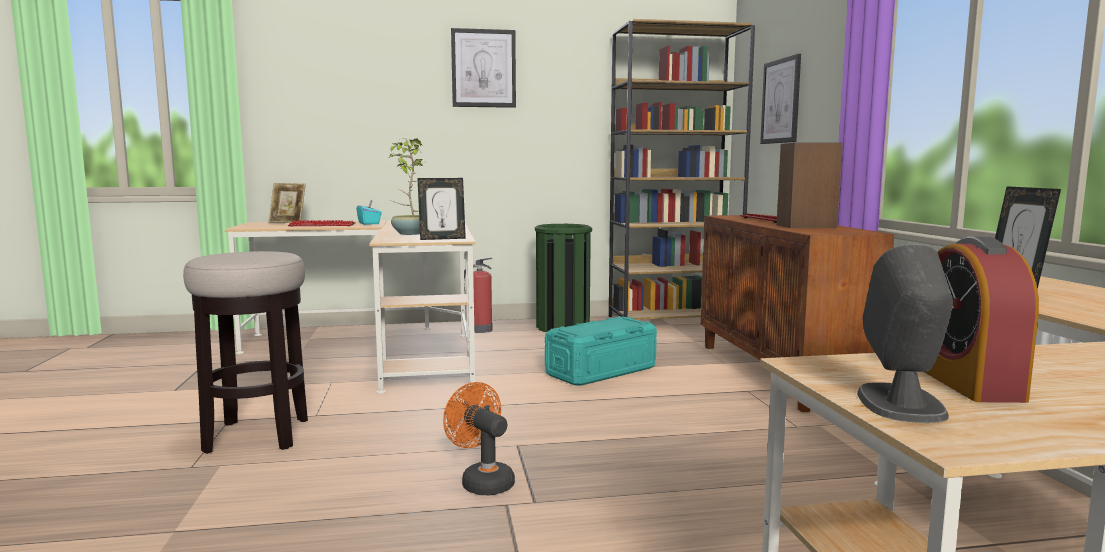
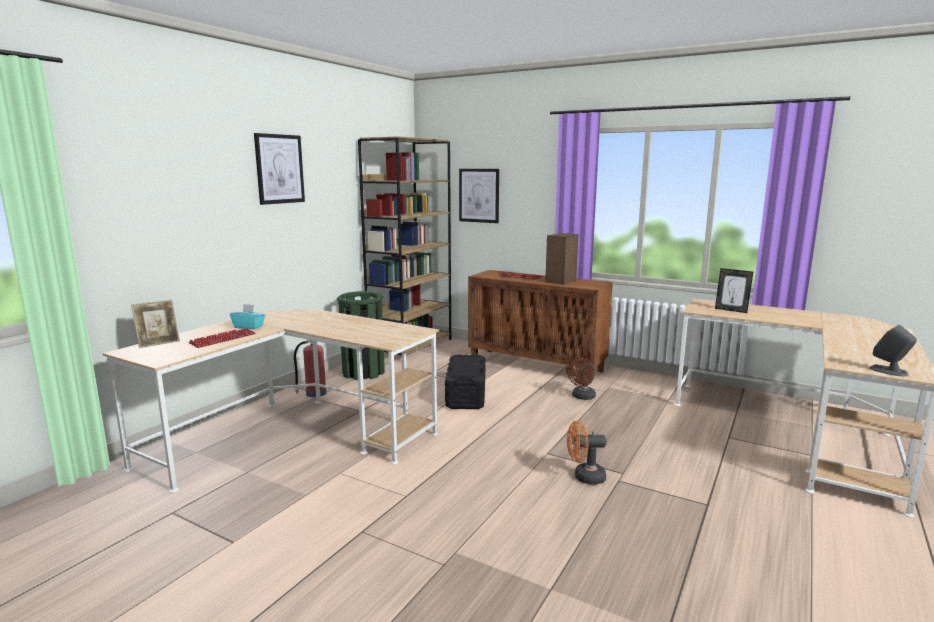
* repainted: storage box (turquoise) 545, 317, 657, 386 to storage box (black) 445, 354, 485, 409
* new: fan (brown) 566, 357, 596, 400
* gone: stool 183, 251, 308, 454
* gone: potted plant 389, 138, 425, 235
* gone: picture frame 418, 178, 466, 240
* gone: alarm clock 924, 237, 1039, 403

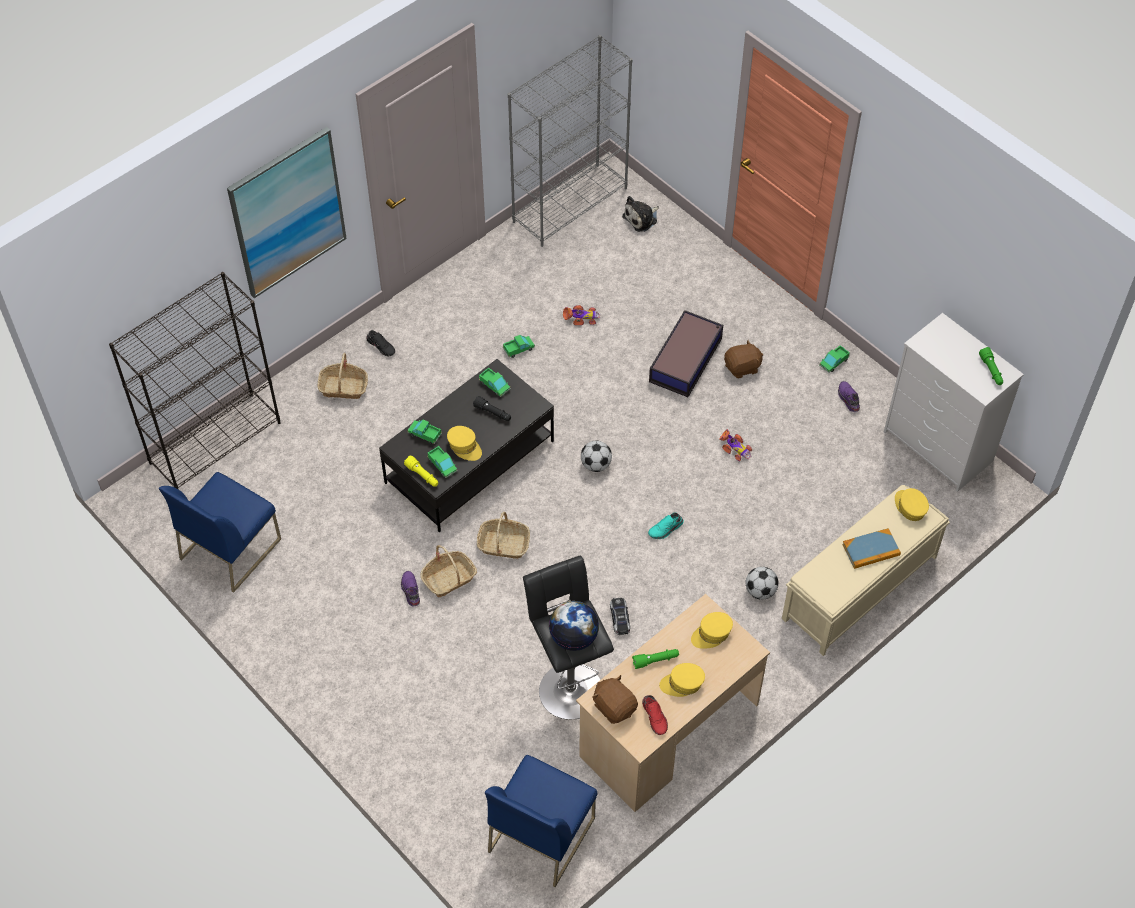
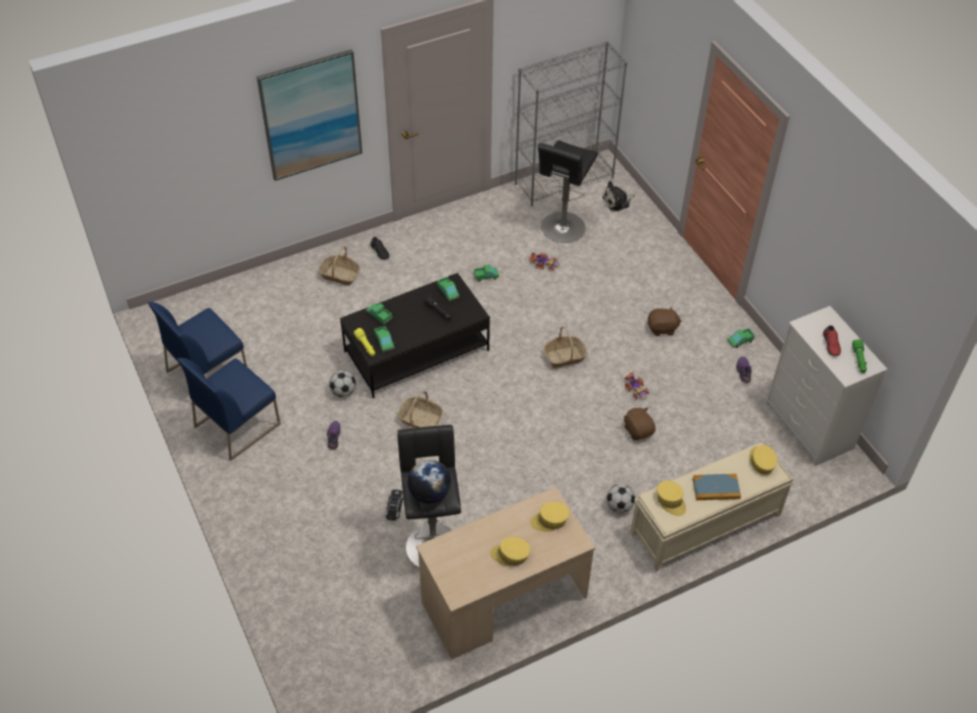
* shifted: chair (blue) 485, 755, 597, 887 to 177, 358, 281, 461
* shifted: football 581, 441, 612, 472 to 329, 370, 356, 397
* shifted: toy car 610, 598, 630, 635 to 385, 490, 404, 521
* new: stool (black) 538, 140, 598, 243
* shifted: basket 420, 545, 477, 597 to 543, 326, 588, 368
* shifted: plush toy (brown) 592, 675, 638, 724 to 623, 407, 656, 441
* shifted: cap (yellow) 447, 426, 482, 461 to 657, 480, 686, 516
* shifted: shoe (red) 642, 695, 668, 735 to 823, 325, 841, 356
* gone: bookcase (black) 109, 272, 281, 490
* gone: flashlight (green) 632, 649, 679, 669
* gone: shoe (turquoise) 648, 512, 684, 539
* gone: storage box 649, 310, 723, 397

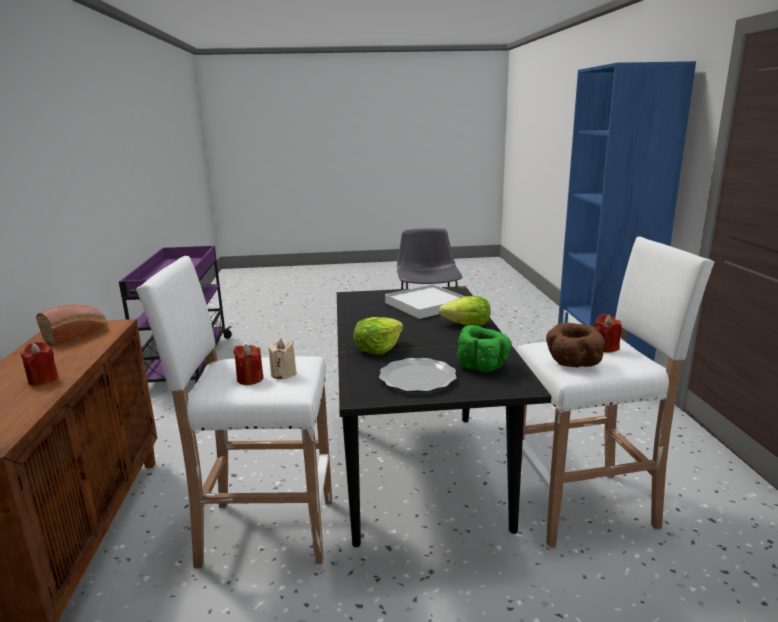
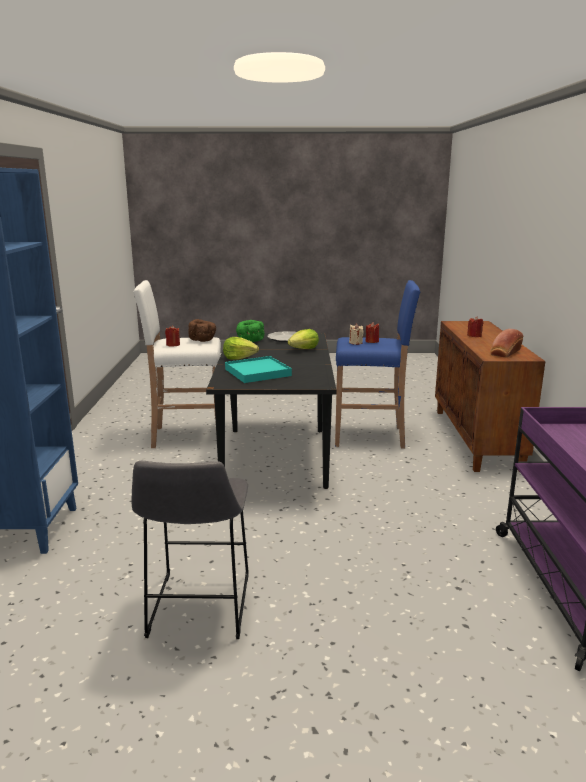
* repainted: tray (white) 385, 284, 465, 319 to tray (turquoise) 225, 356, 292, 383
* repainted: stool (white) 136, 256, 332, 568 to stool (blue) 335, 280, 421, 448

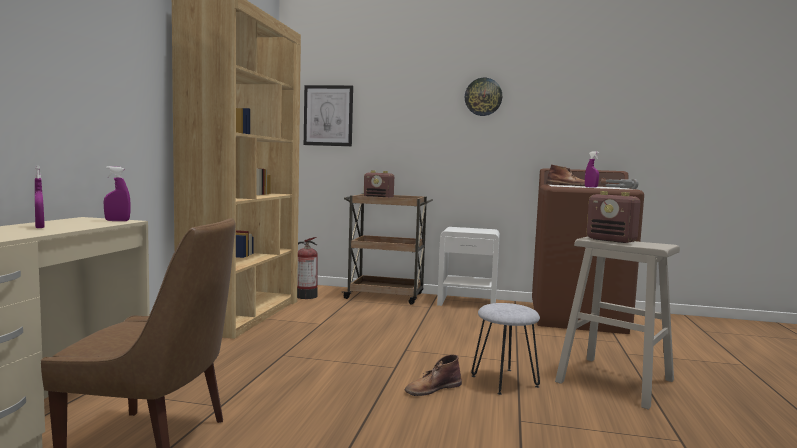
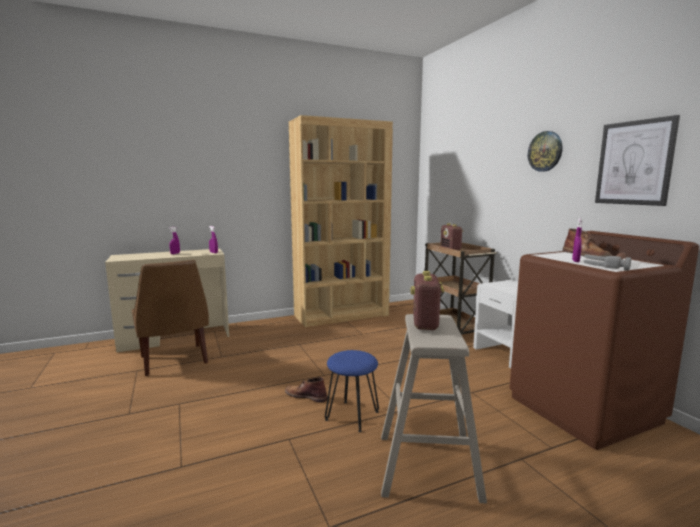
* repainted: stool (grey) 471, 303, 540, 395 to stool (blue) 325, 350, 379, 432
* shifted: picture 304, 85, 353, 146 to 595, 115, 680, 206
* gone: fire extinguisher 297, 237, 318, 299

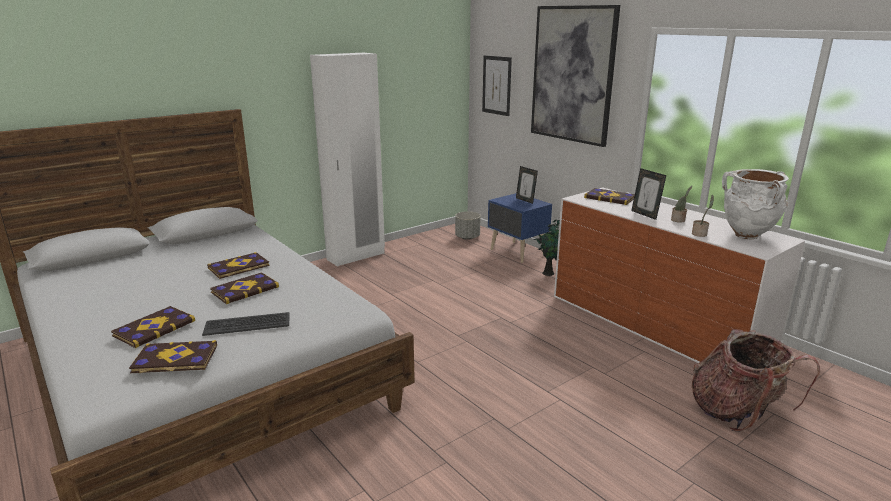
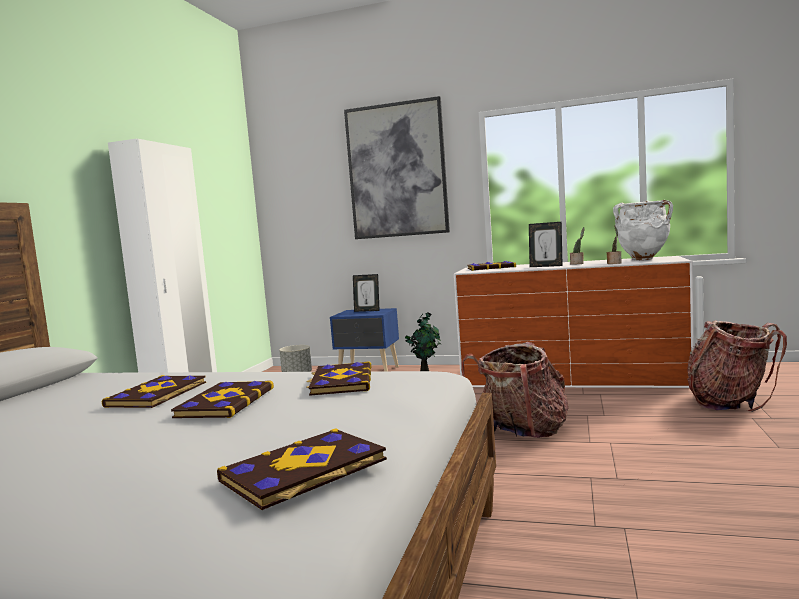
* shifted: book 111, 306, 195, 348 to 306, 361, 371, 396
* new: backpack 461, 342, 568, 438
* gone: keyboard 202, 312, 290, 336
* gone: picture 482, 55, 512, 116

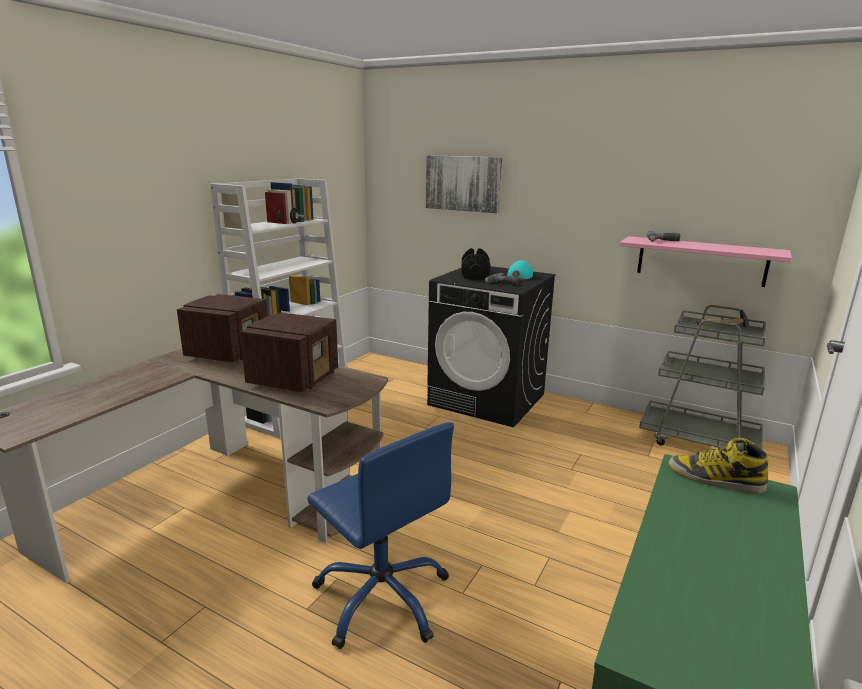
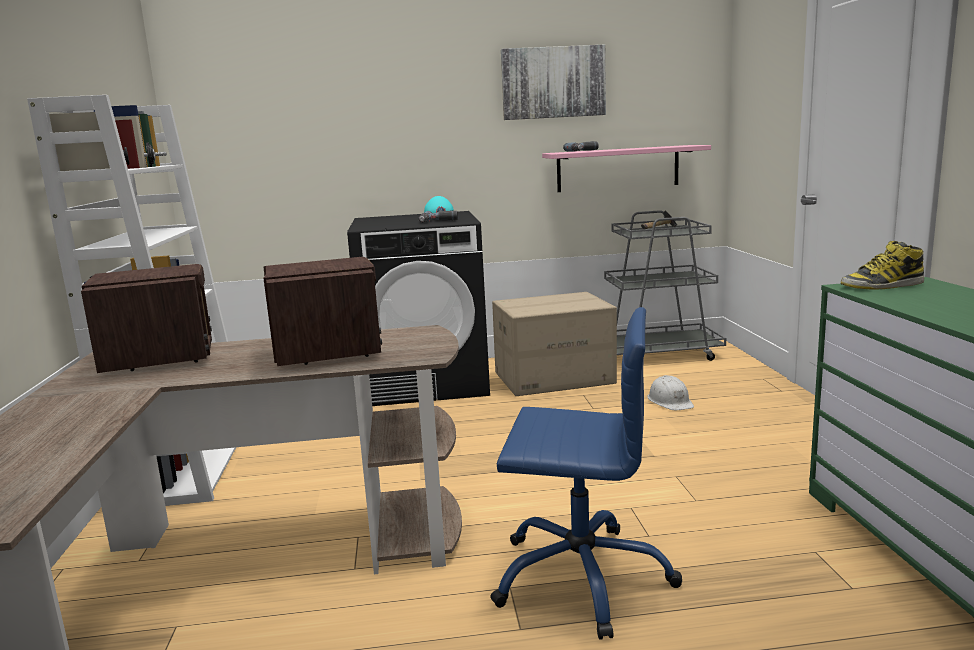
* new: cardboard box 492, 292, 617, 396
* shifted: picture 426, 155, 502, 213 to 501, 44, 606, 120
* new: hard hat (white) 647, 375, 694, 410
* gone: dumbbell (black) 461, 248, 491, 279

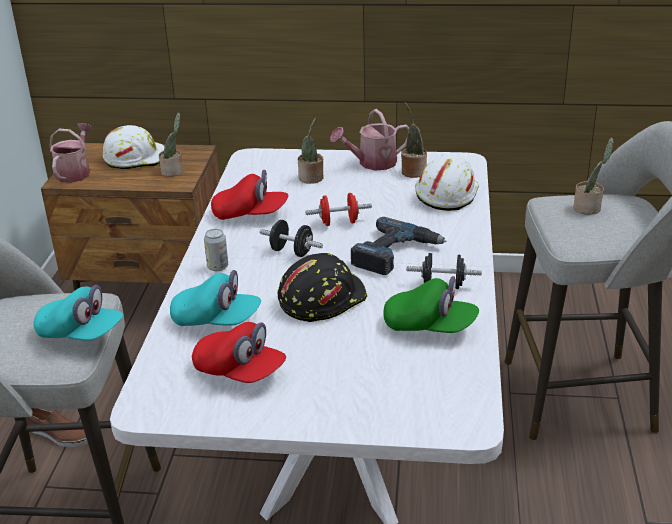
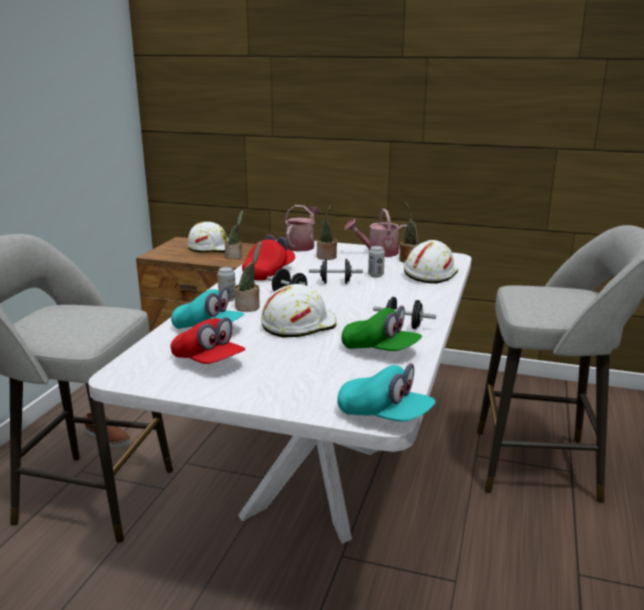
* shifted: potted plant 573, 138, 614, 215 to 234, 241, 261, 312
* rotated: cap (red) 211, 170, 288, 220 = 242, 234, 295, 280 75 degrees counterclockwise
* repainted: hard hat (black) 278, 253, 367, 322 to hard hat (white) 261, 284, 336, 338
* shifted: watering can 49, 123, 92, 183 to 285, 205, 320, 252
* repainted: dumbbell (red) 305, 193, 372, 226 to dumbbell (black) 309, 259, 363, 284
* shifted: cap (turquoise) 33, 285, 123, 341 to 337, 363, 436, 422
* new: can 368, 246, 385, 277
* gone: power drill 351, 217, 447, 275

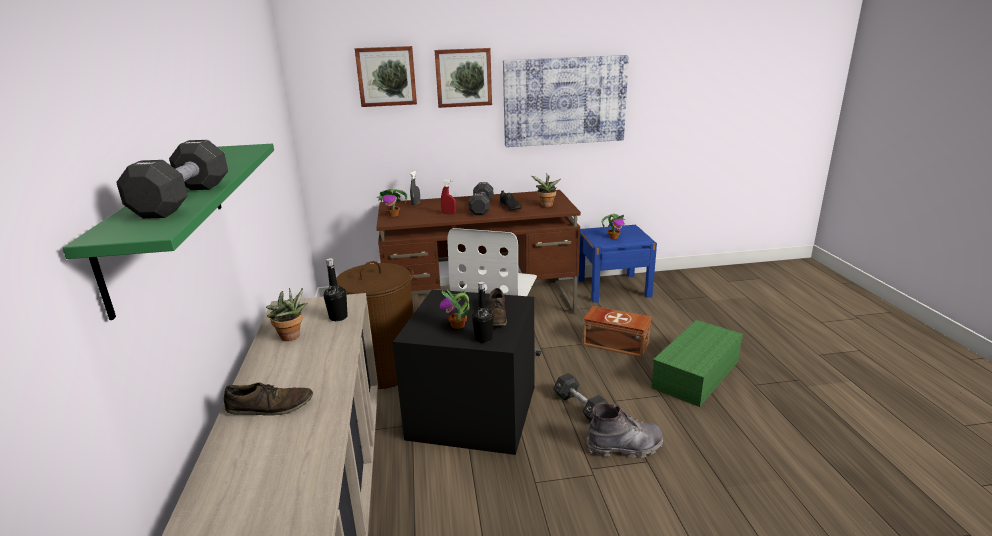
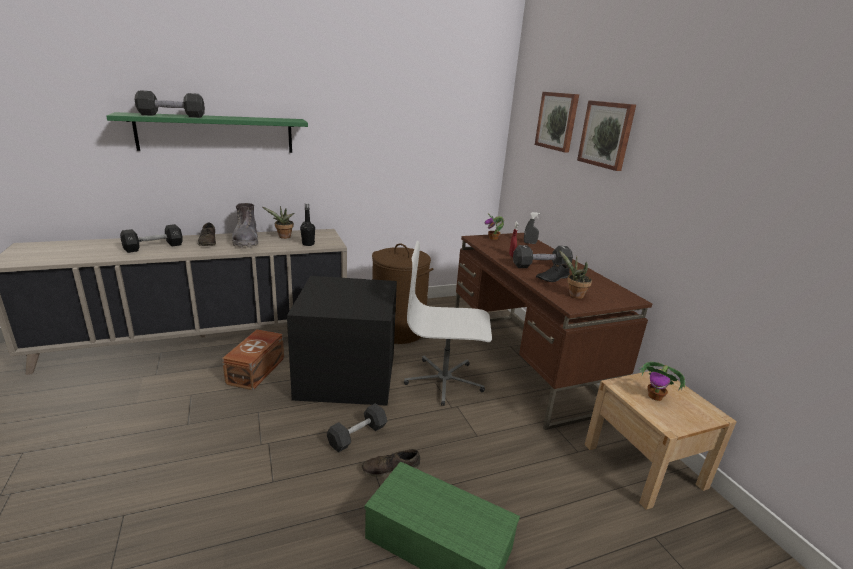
* new: dumbbell (black) 120, 224, 183, 253
* shifted: storage box (brown) 583, 306, 651, 357 to 222, 329, 284, 390
* shifted: boot (grey) 586, 403, 663, 458 to 232, 203, 258, 248
* shifted: shoe (brown) 487, 288, 507, 326 to 362, 449, 420, 477
* repainted: nightstand (blue) 578, 225, 657, 303 to nightstand (beige) 585, 369, 737, 510
* gone: potted plant 440, 290, 470, 329
* gone: bottle (black) 472, 281, 494, 343
* gone: picture 503, 55, 629, 147

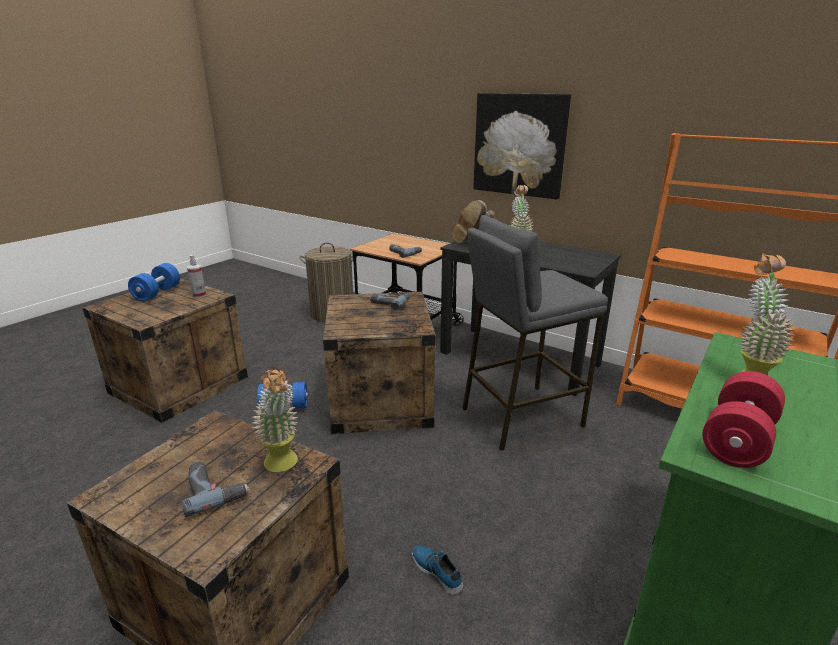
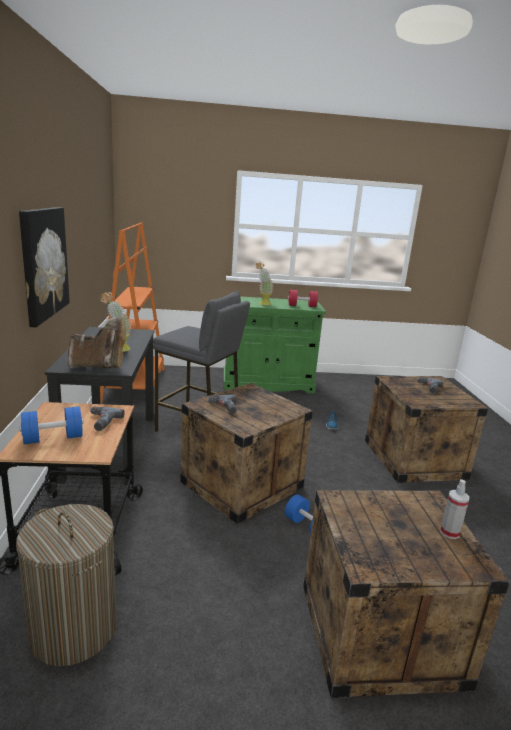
* shifted: dumbbell (blue) 128, 263, 180, 301 to 20, 406, 84, 444
* shifted: spray bottle 187, 255, 206, 298 to 440, 479, 469, 539
* gone: potted plant 253, 366, 299, 472

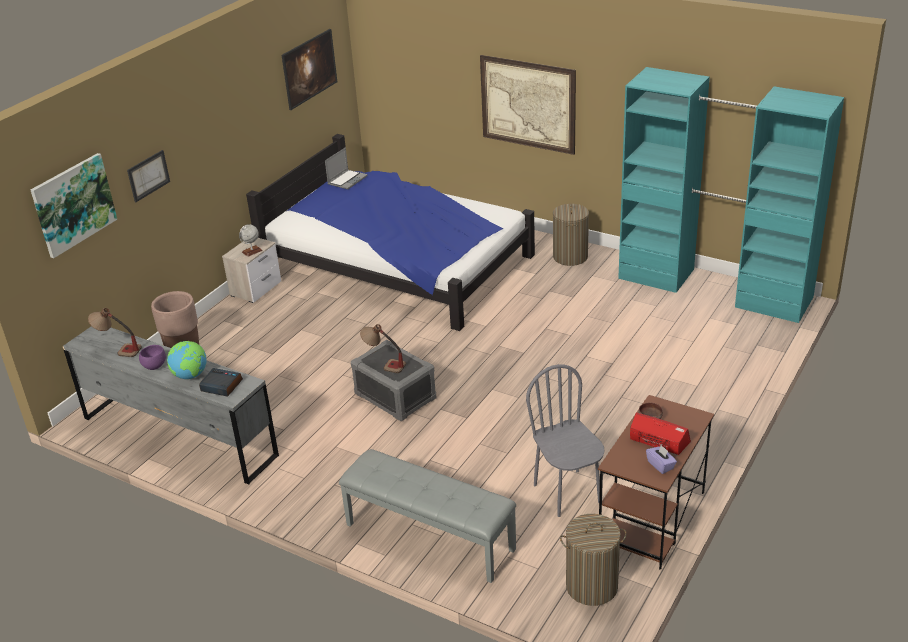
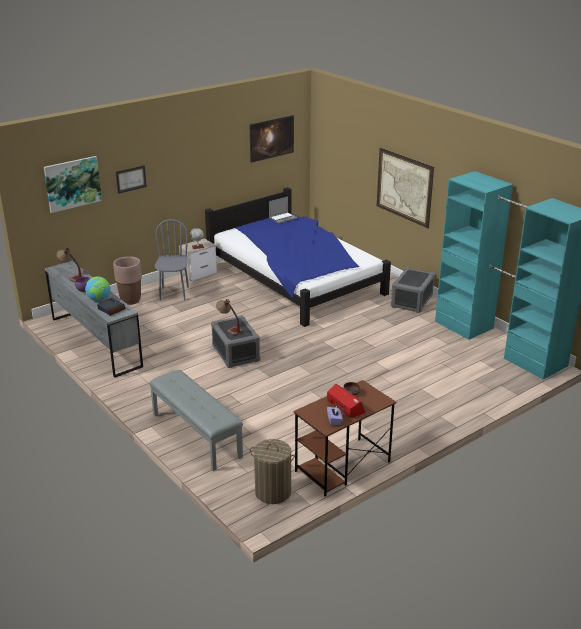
* shifted: chair (grey) 526, 364, 604, 517 to 155, 219, 189, 301
* swapped: laundry basket 553, 204, 589, 266 to storage box (grey) 391, 267, 435, 313

